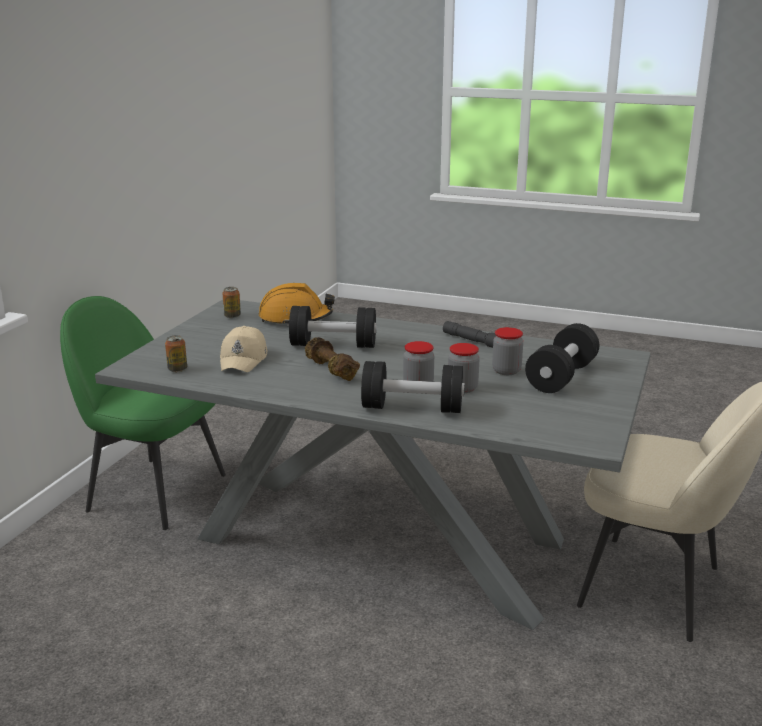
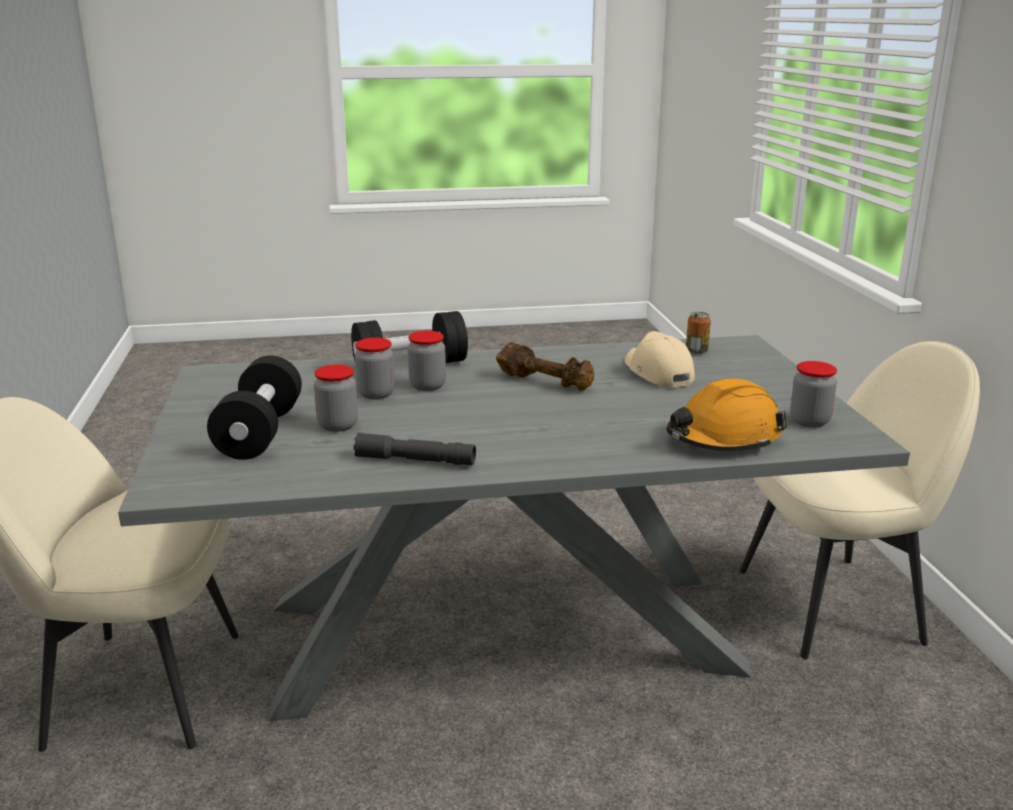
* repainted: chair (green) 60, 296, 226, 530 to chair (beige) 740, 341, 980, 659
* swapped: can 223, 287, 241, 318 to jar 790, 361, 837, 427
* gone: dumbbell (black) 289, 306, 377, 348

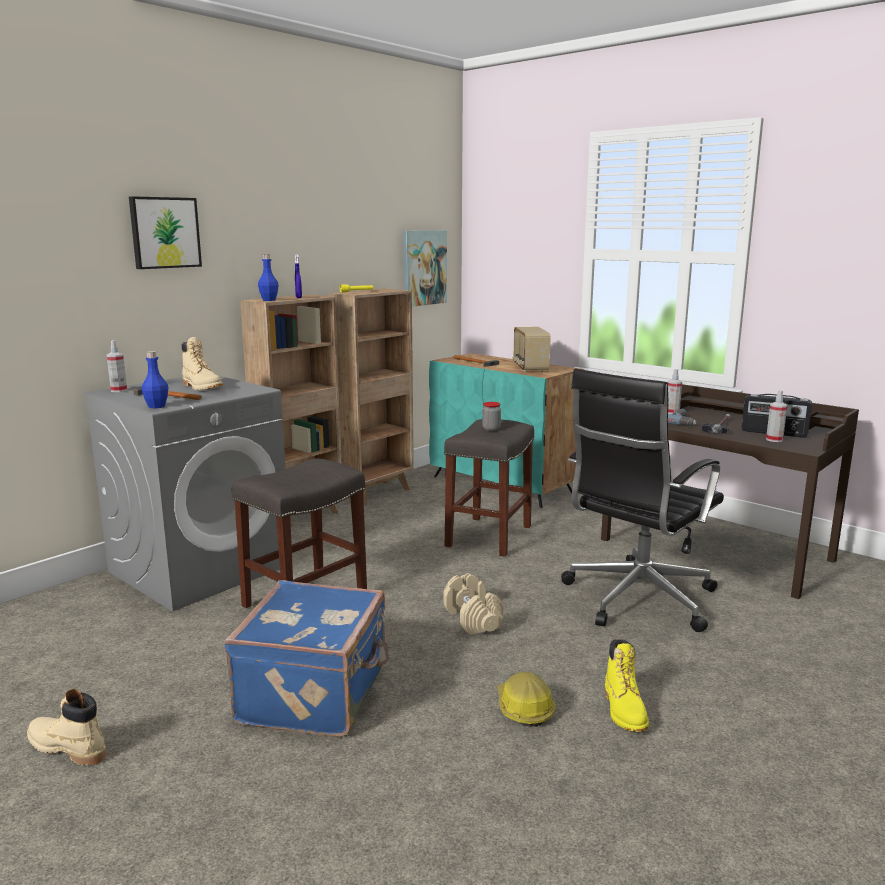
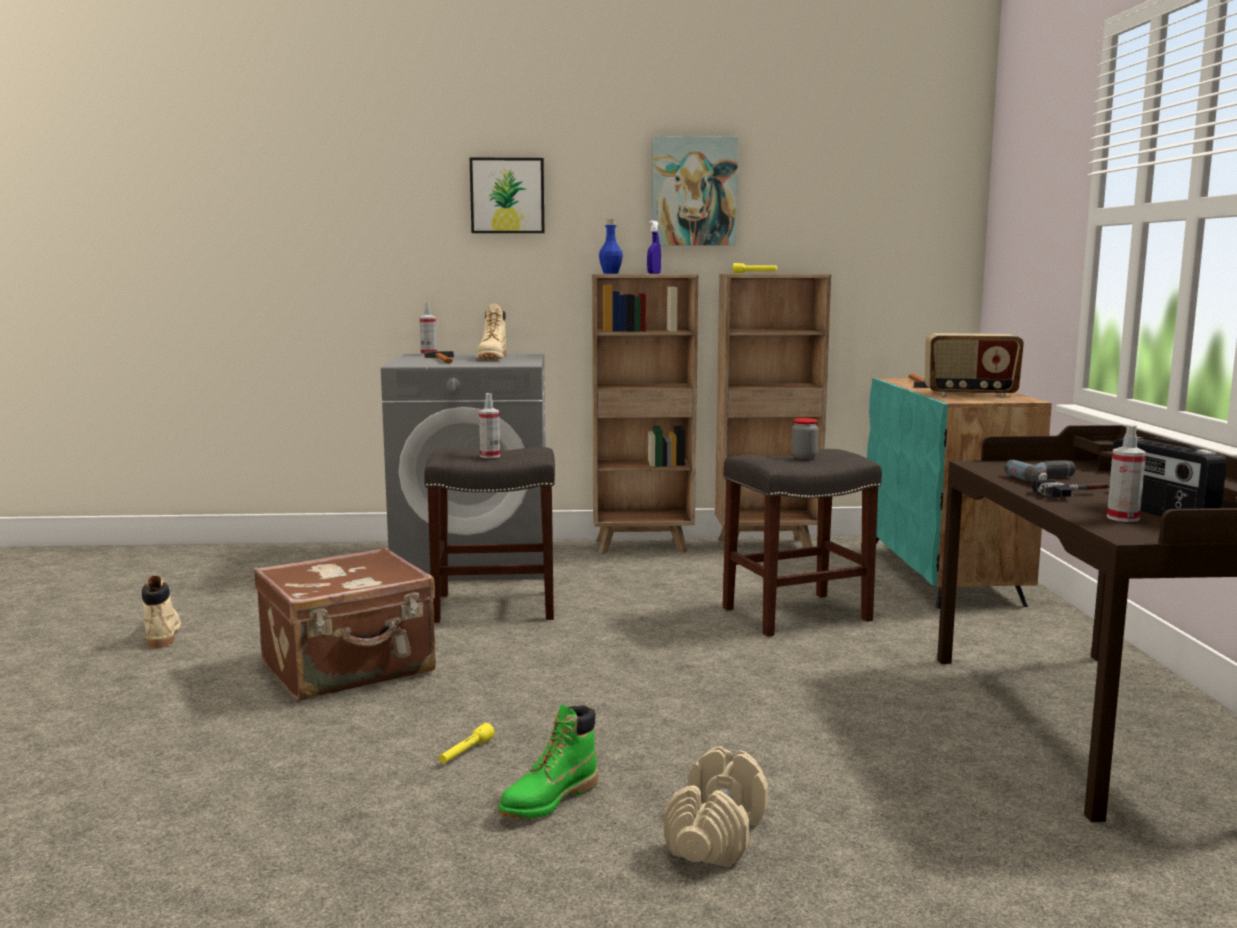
* repainted: suitcase (blue) 224, 580, 389, 737 to suitcase (brown) 253, 547, 436, 701
* swapped: hard hat 497, 672, 556, 727 to flashlight (yellow) 439, 723, 495, 764
* shifted: spray bottle 668, 369, 682, 414 to 479, 393, 500, 458
* repainted: boot (yellow) 605, 639, 649, 732 to boot (green) 498, 704, 598, 819
* shifted: picture 403, 230, 447, 307 to 652, 136, 738, 246
* shifted: dumbbell (beige) 444, 573, 503, 635 to 664, 746, 768, 867
* rotated: radio 512, 327, 551, 372 = 925, 333, 1024, 397 120 degrees counterclockwise
* gone: bottle (blue) 142, 351, 168, 408
* gone: office chair (black) 561, 369, 724, 632

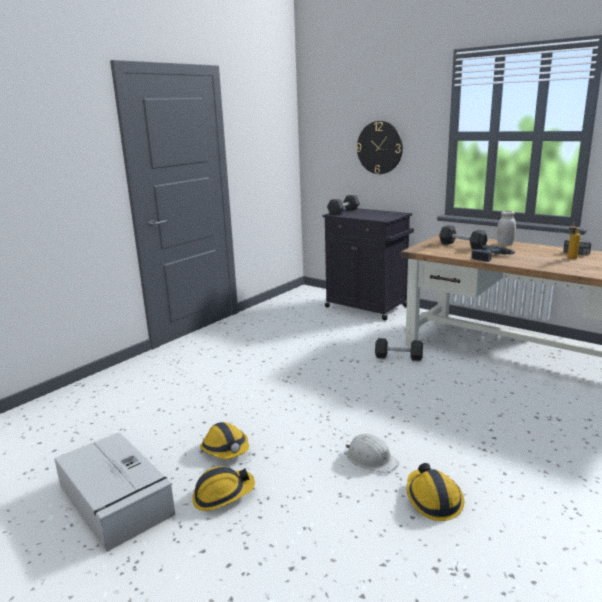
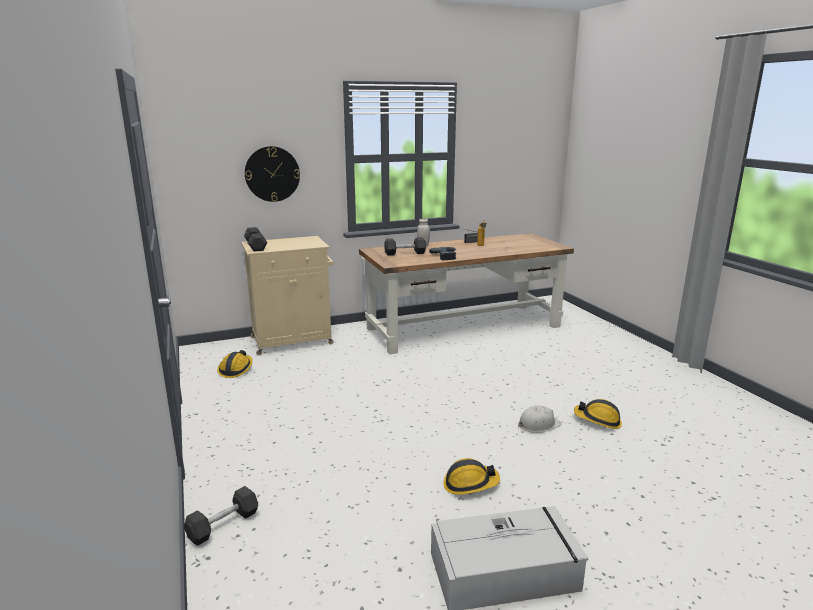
* shifted: dumbbell (black) 375, 338, 423, 361 to 184, 486, 258, 546
* shifted: hard hat 192, 466, 255, 511 to 217, 350, 253, 378
* repainted: cabinet (black) 322, 208, 414, 320 to cabinet (beige) 241, 236, 334, 355

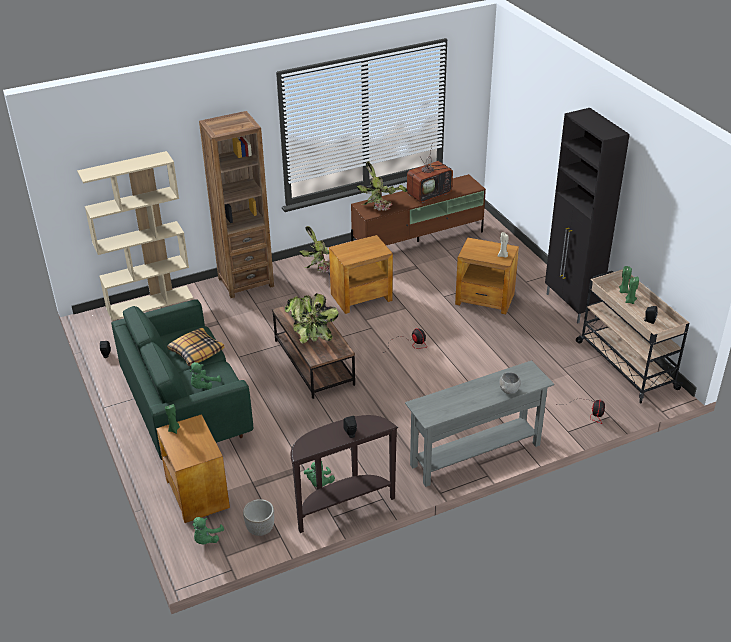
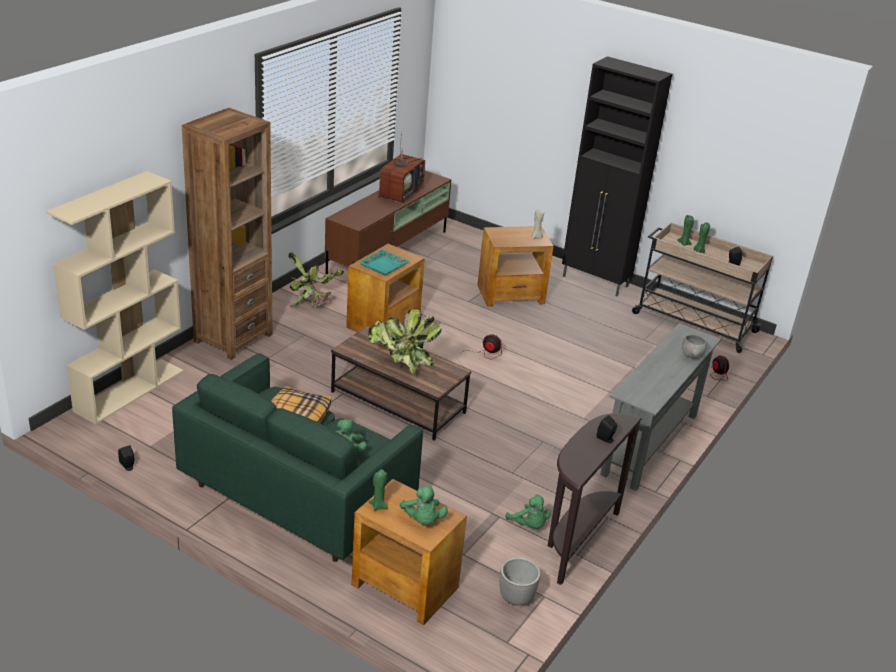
* new: tray (turquoise) 359, 249, 409, 276
* shifted: plush toy (green) 193, 517, 224, 544 to 400, 486, 448, 525
* gone: potted plant 357, 162, 408, 211

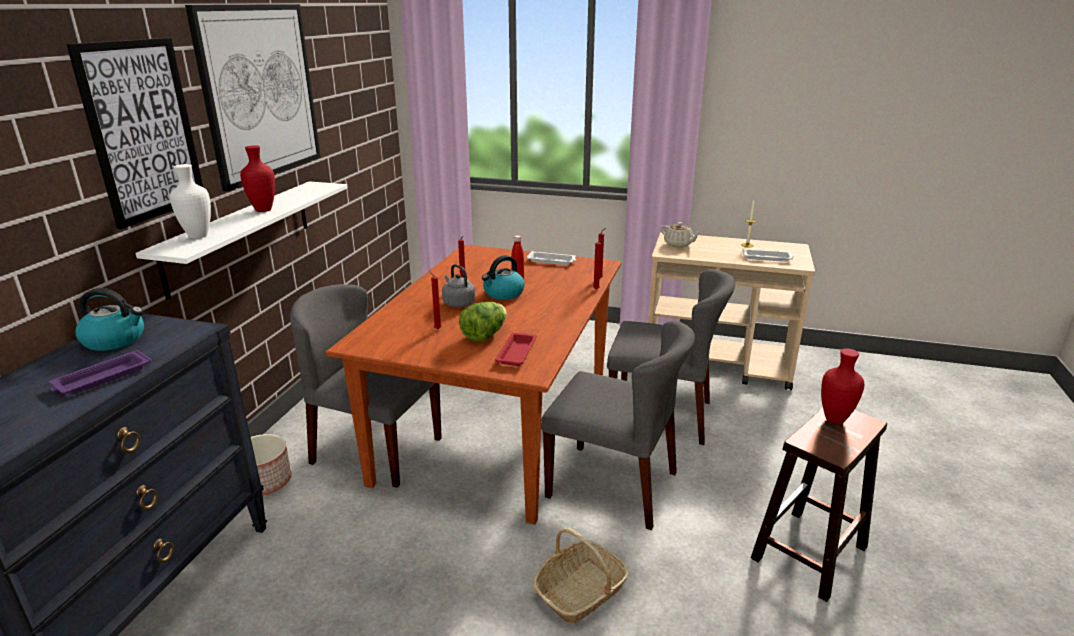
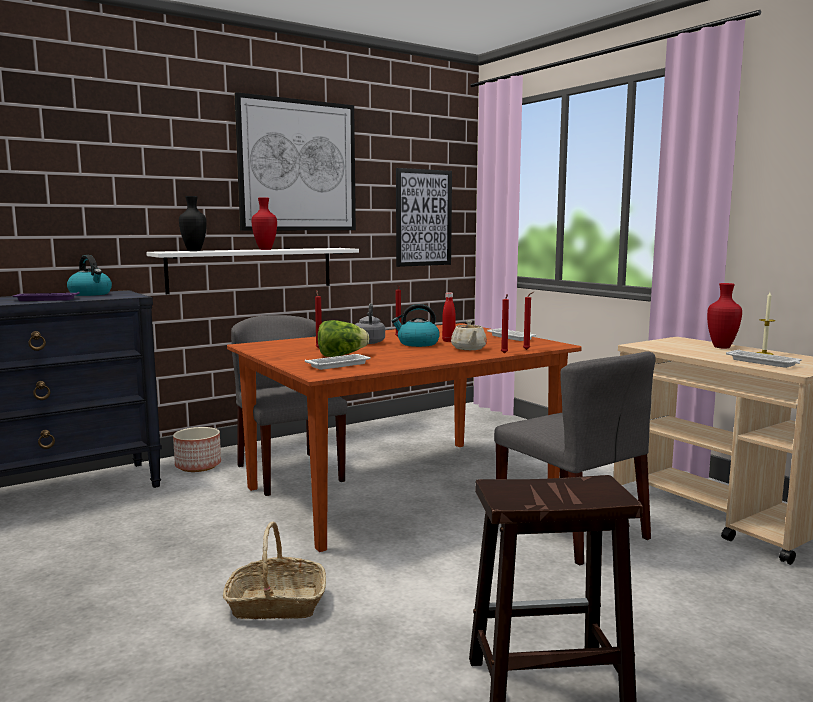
* repainted: vase (white) 170, 164, 211, 239 to vase (black) 179, 196, 207, 251
* repainted: tray (red) 495, 333, 537, 366 to tray (white) 305, 354, 371, 370
* shifted: picture 66, 38, 203, 229 to 396, 168, 452, 267
* shifted: teapot (beige) 660, 222, 702, 247 to 451, 321, 487, 350
* shifted: vase (red) 821, 349, 864, 424 to 707, 283, 742, 348
* gone: chair (grey) 541, 321, 695, 530

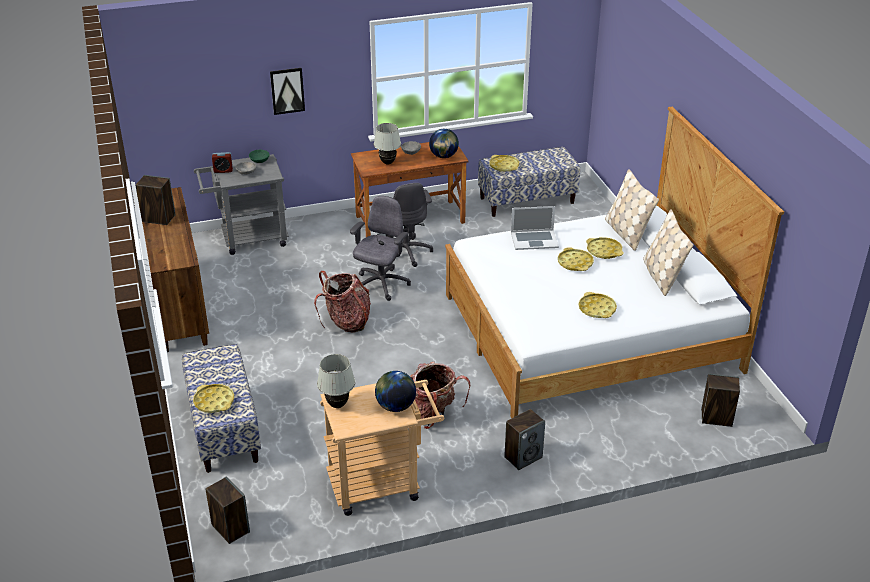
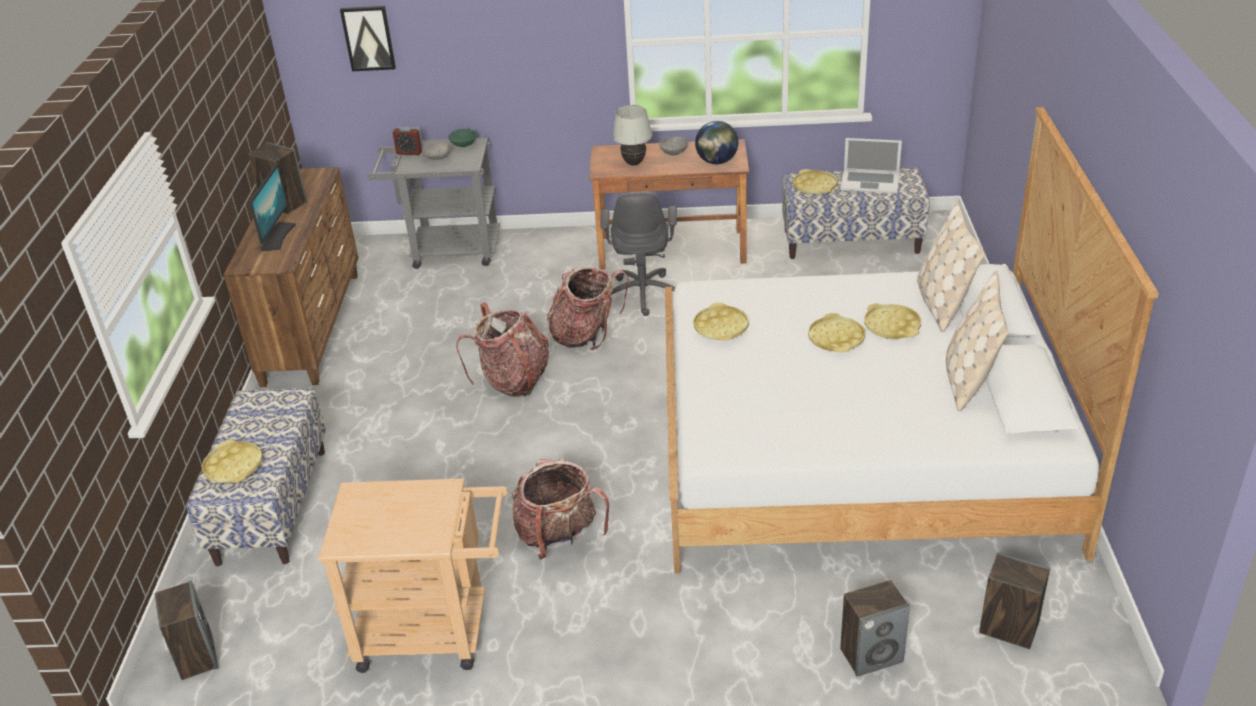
* new: monitor 249, 163, 296, 251
* shifted: picture 270, 68, 305, 115 to 340, 6, 396, 71
* swapped: office chair (grey) 350, 196, 411, 301 to backpack 547, 267, 629, 350
* shifted: tray (yellow) 579, 292, 617, 318 to 693, 303, 749, 341
* shifted: speaker 504, 409, 545, 470 to 840, 580, 910, 677
* shifted: laptop 511, 206, 559, 250 to 841, 138, 902, 193
* gone: table lamp (white) 317, 354, 355, 408
* gone: globe 375, 371, 416, 412

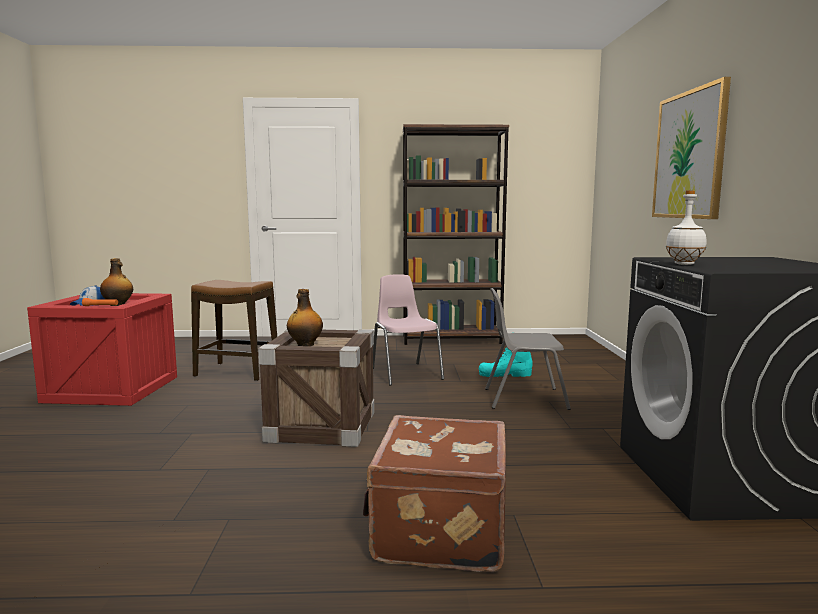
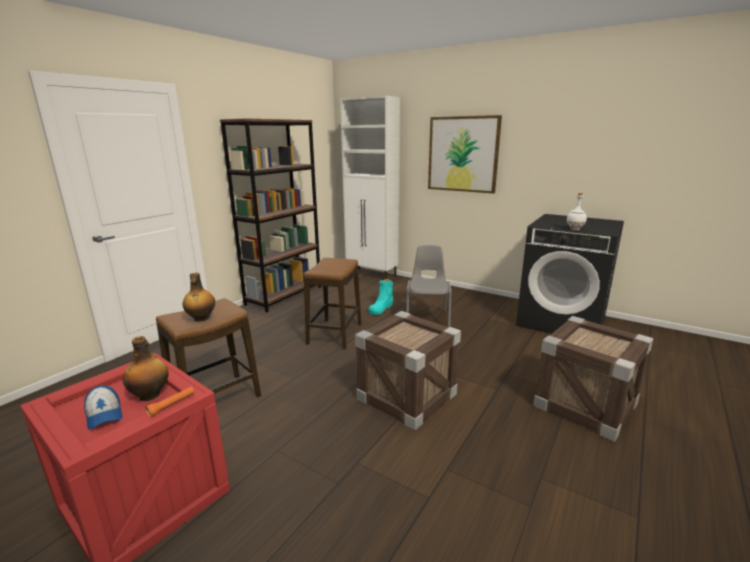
* shifted: bottle 287, 289, 323, 346 to 183, 273, 215, 322
* swapped: chair (pink) 373, 274, 444, 386 to stool 303, 258, 361, 349
* new: cabinet (white) 340, 96, 400, 279
* rotated: chair (grey) 485, 288, 571, 410 = 406, 245, 451, 327 150 degrees clockwise
* swapped: suitcase (brown) 363, 415, 506, 572 to crate 533, 316, 653, 442

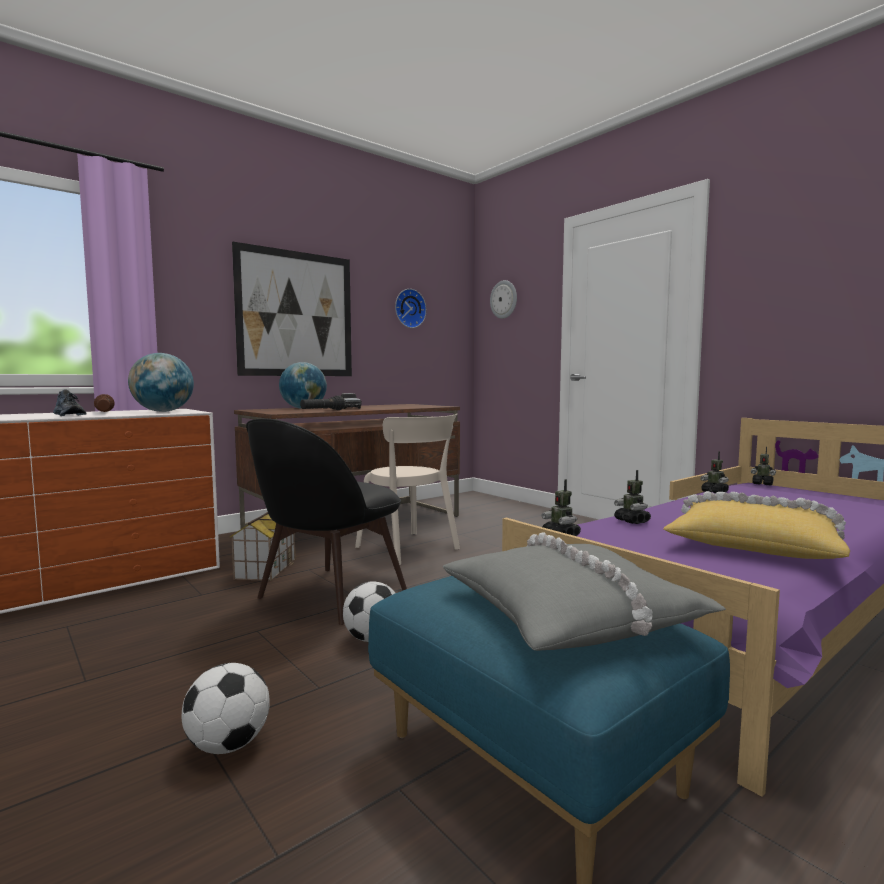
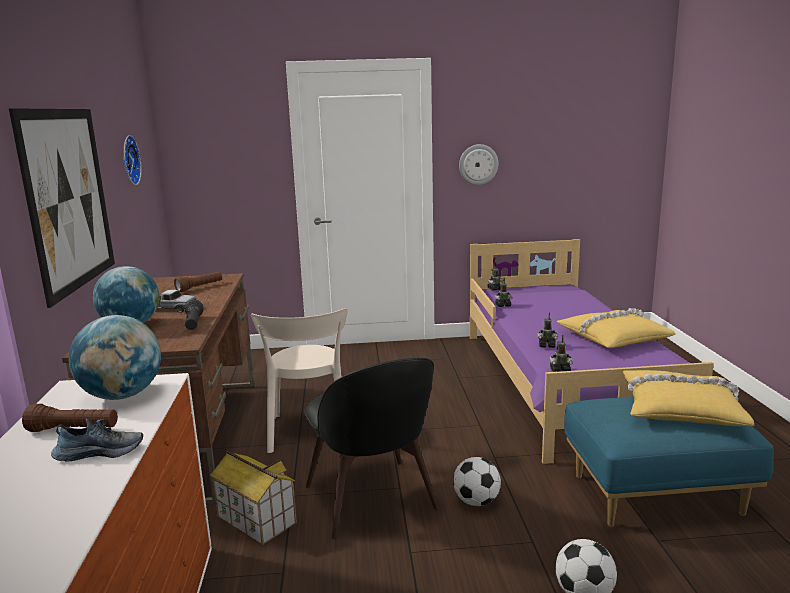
* new: flashlight (brown) 174, 271, 222, 292
* rotated: chair (beige) 355, 414, 460, 565 = 251, 308, 348, 453 90 degrees clockwise
* shifted: wall clock 490, 280, 517, 319 to 459, 144, 498, 185
* repainted: pillow (grey) 442, 532, 726, 651 to pillow (yellow) 622, 370, 754, 426

